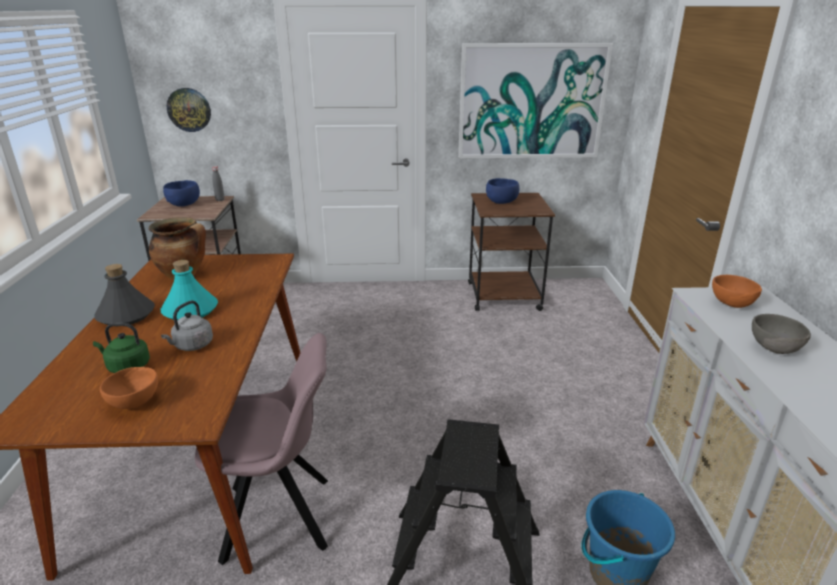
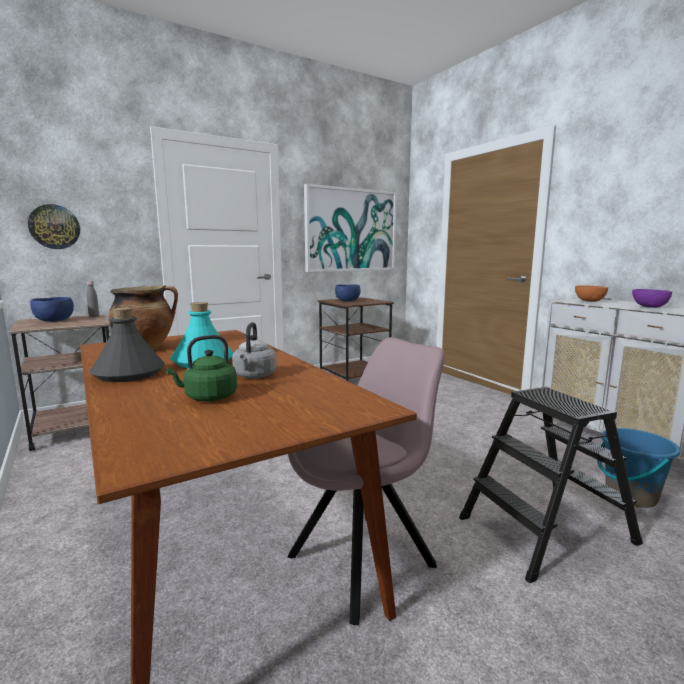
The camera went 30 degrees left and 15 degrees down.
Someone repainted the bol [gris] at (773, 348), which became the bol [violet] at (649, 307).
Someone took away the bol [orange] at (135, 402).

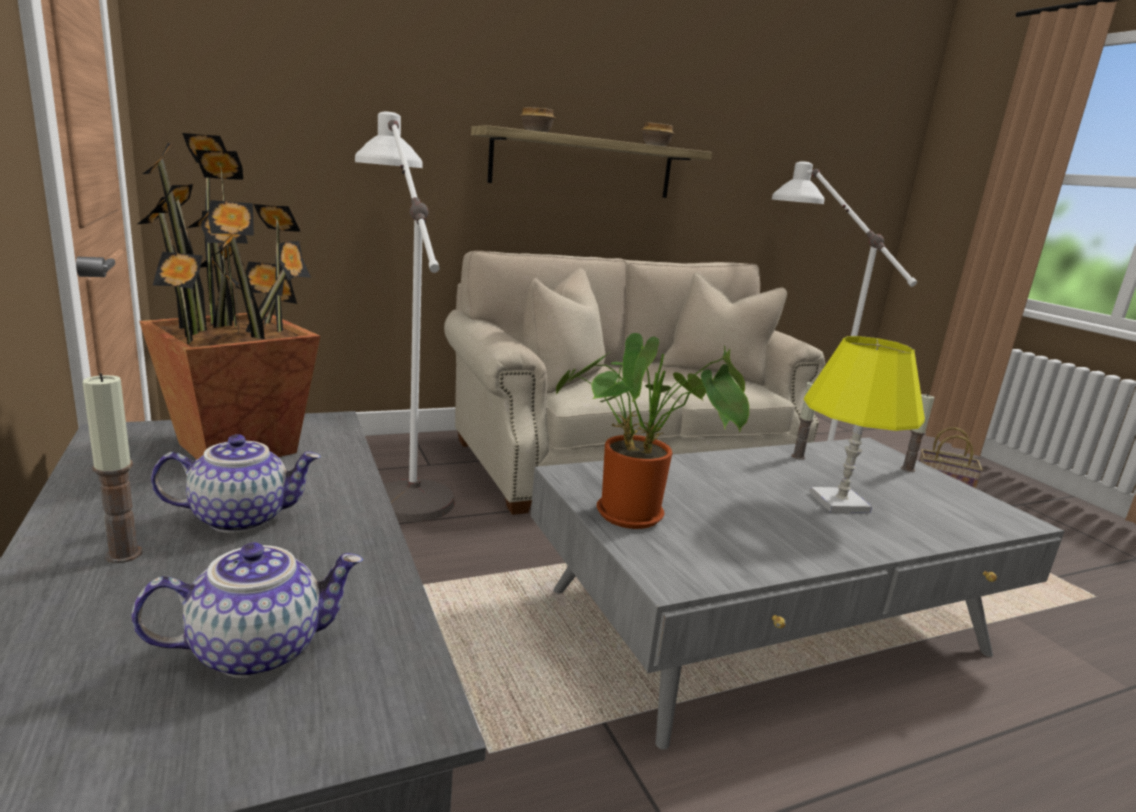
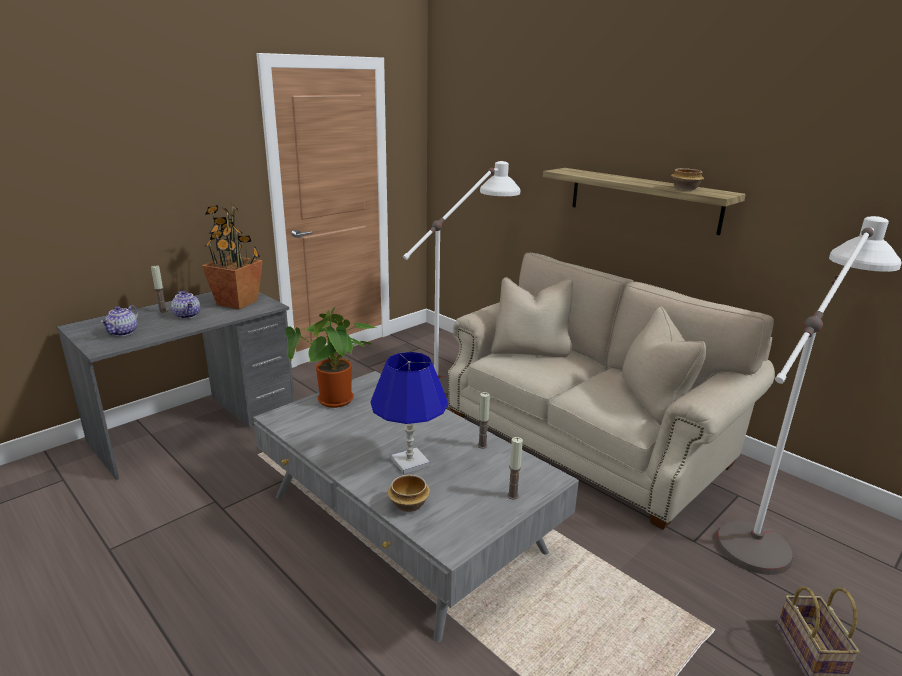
The camera went 70 degrees right and 5 degrees up.
Someone rotated the théière at (258, 649) by 60 degrees clockwise.
Someone repainted the lampe de table [jaune] at (840, 503), which became the lampe de table [bleu] at (409, 462).
Someone carried the bol from (536, 132) to (408, 505).

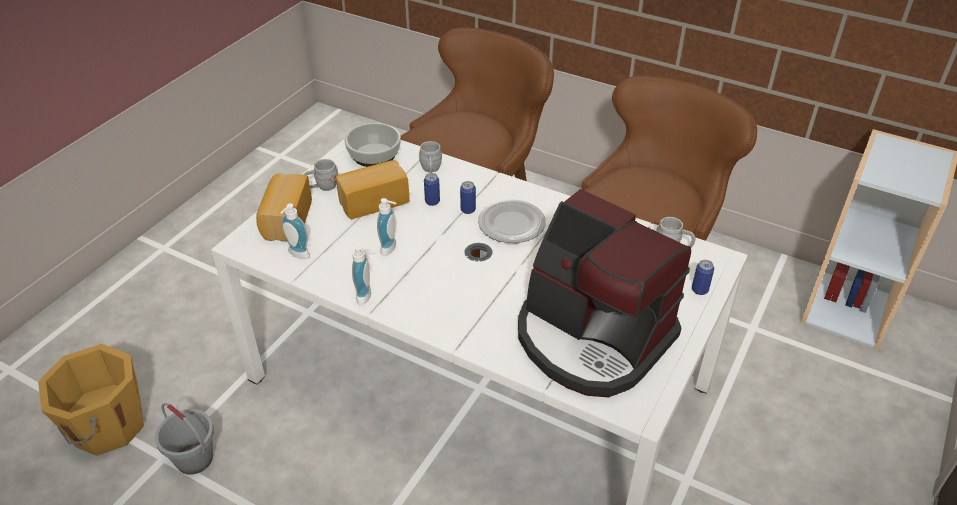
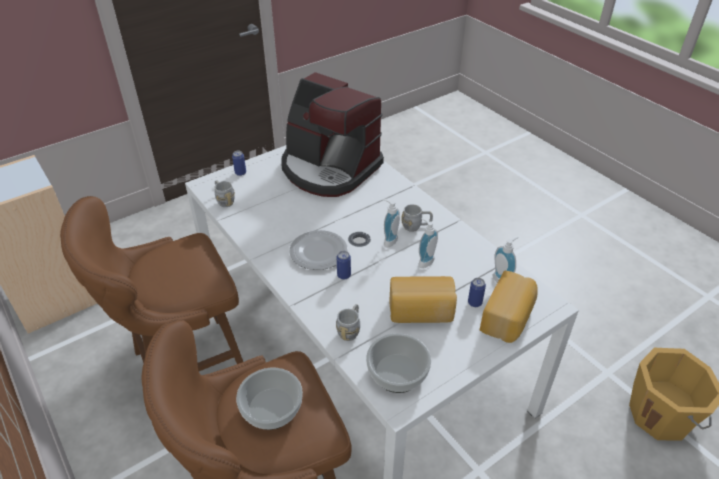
The camera went 155 degrees left and 0 degrees up.
Someone put down the bol at (272, 407).
Someone rotated the machine à café at (592, 338) by 150 degrees clockwise.
Someone carried the distributeur de savon from (367, 296) to (388, 240).
Someone carried the mug [gris] from (322, 187) to (416, 226).
Someone carried the boîte métallique from (432, 201) to (474, 303).
Someone took away the seau [gris] at (194, 459).

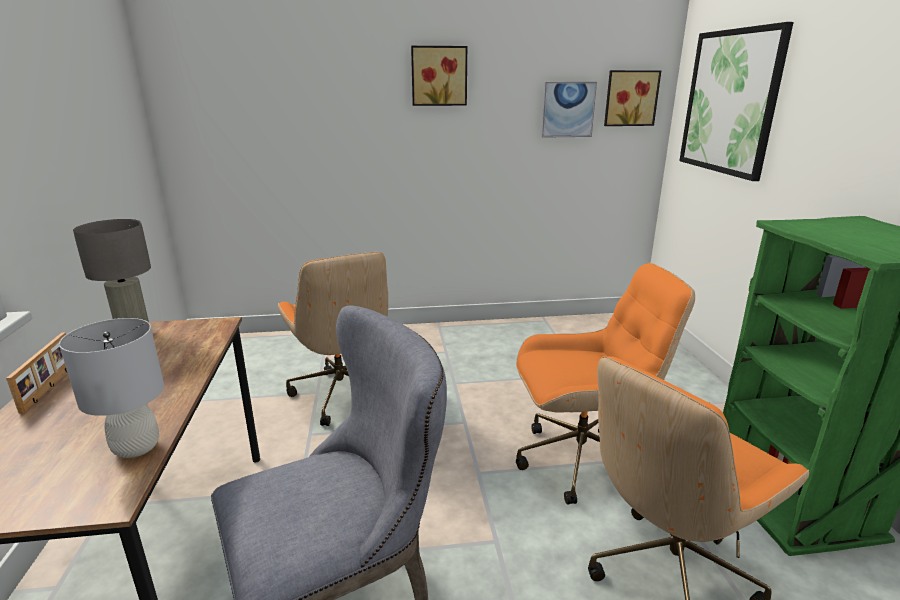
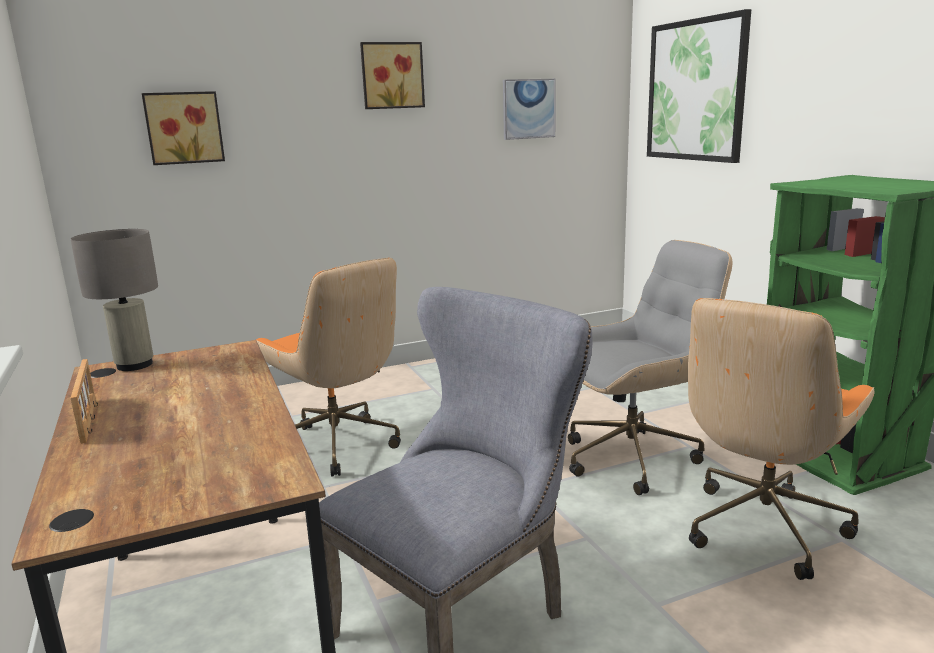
The camera went 15 degrees left and 5 degrees down.
Someone carried the tableau from (630, 98) to (184, 128).
Someone repainted the chaise de bureau [orange] at (583, 461), which became the chaise de bureau [gris] at (634, 458).
Someone took away the lampe de table [gris] at (139, 449).

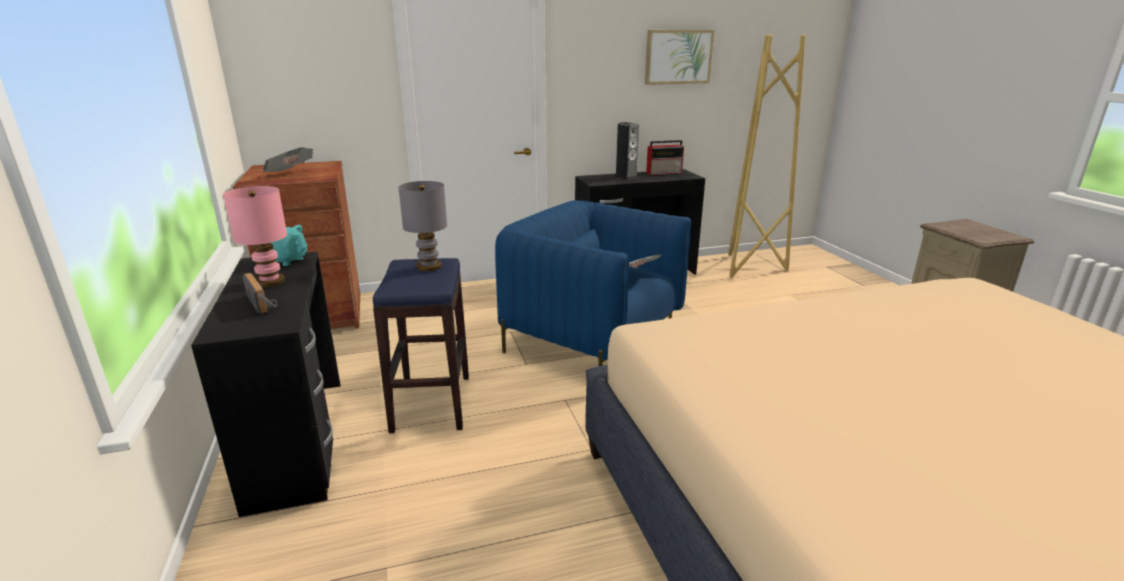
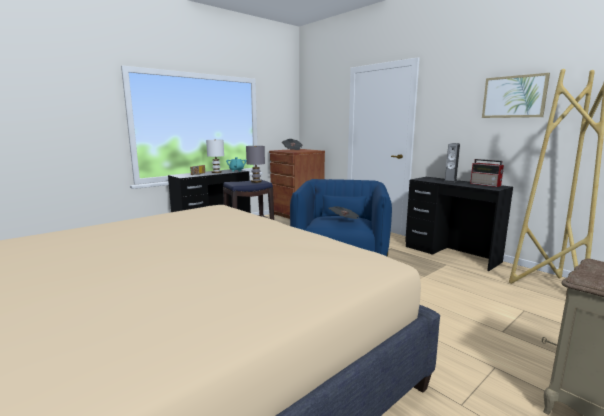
The camera went 65 degrees right and 10 degrees down.
Someone repainted the lampe de table [rose] at (269, 282), which became the lampe de table [blanc] at (216, 172).

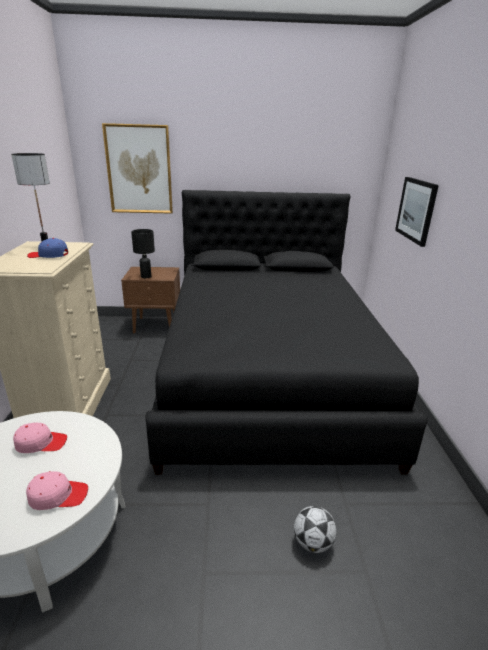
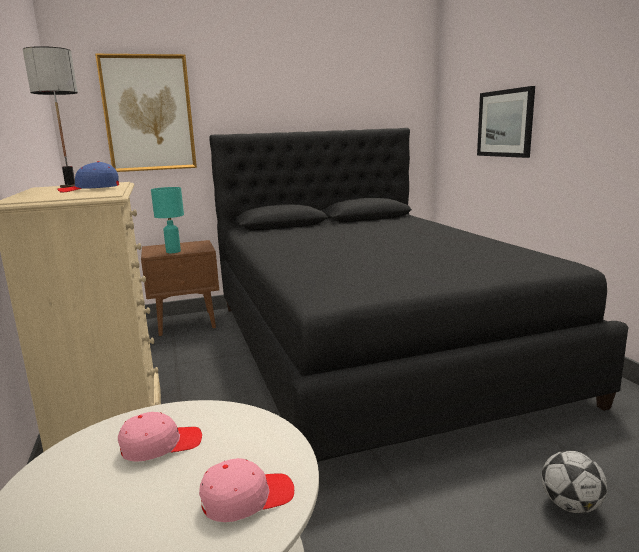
The camera went 15 degrees left and 10 degrees down.
Someone repainted the lampe de table [noir] at (146, 276), which became the lampe de table [turquoise] at (173, 251).

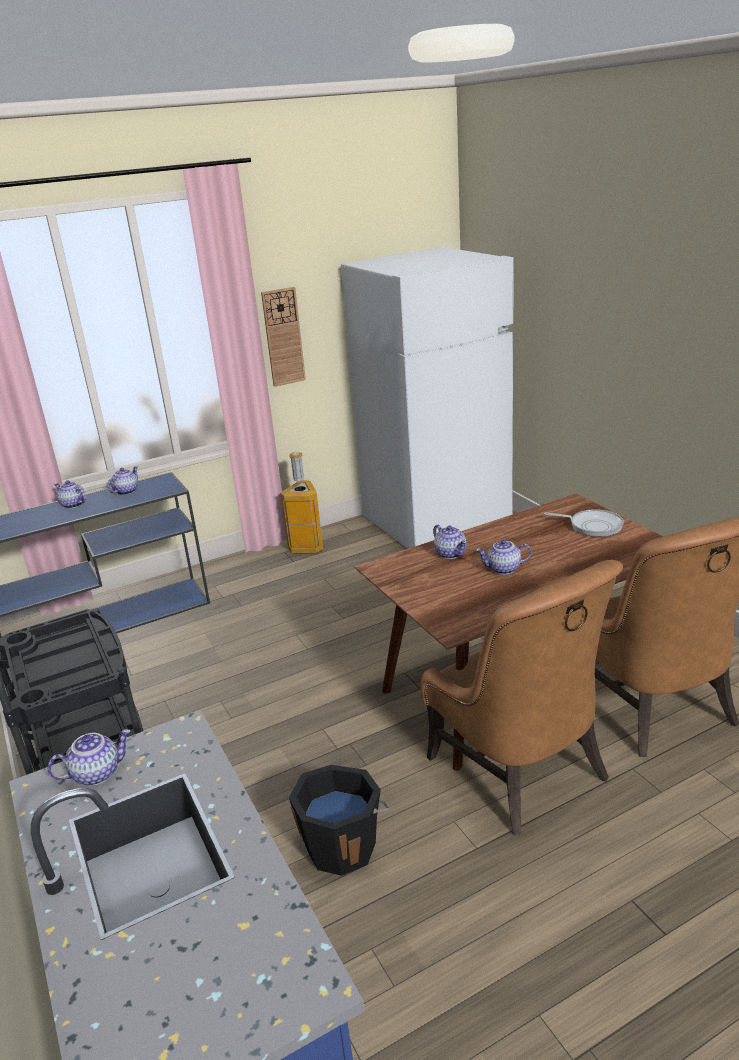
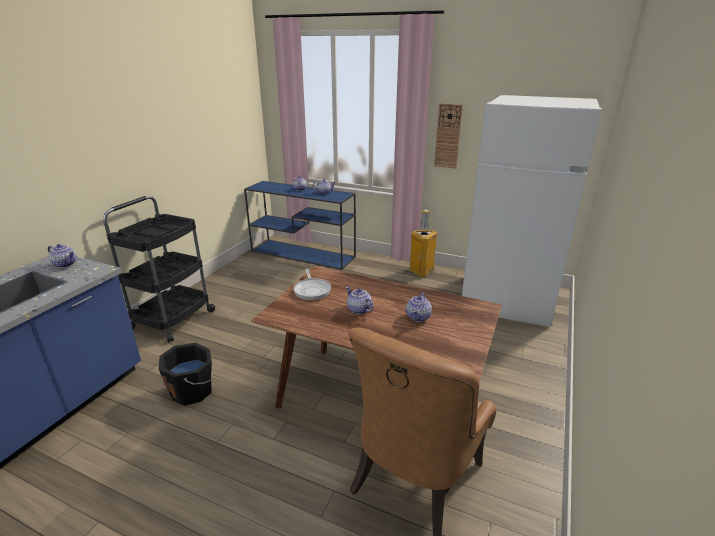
The camera went 50 degrees right and 0 degrees up.
Someone carried the poêle from (592, 526) to (312, 290).
Someone carried the théière from (450, 553) to (418, 317).
Someone took away the chaise [marron] at (519, 768).

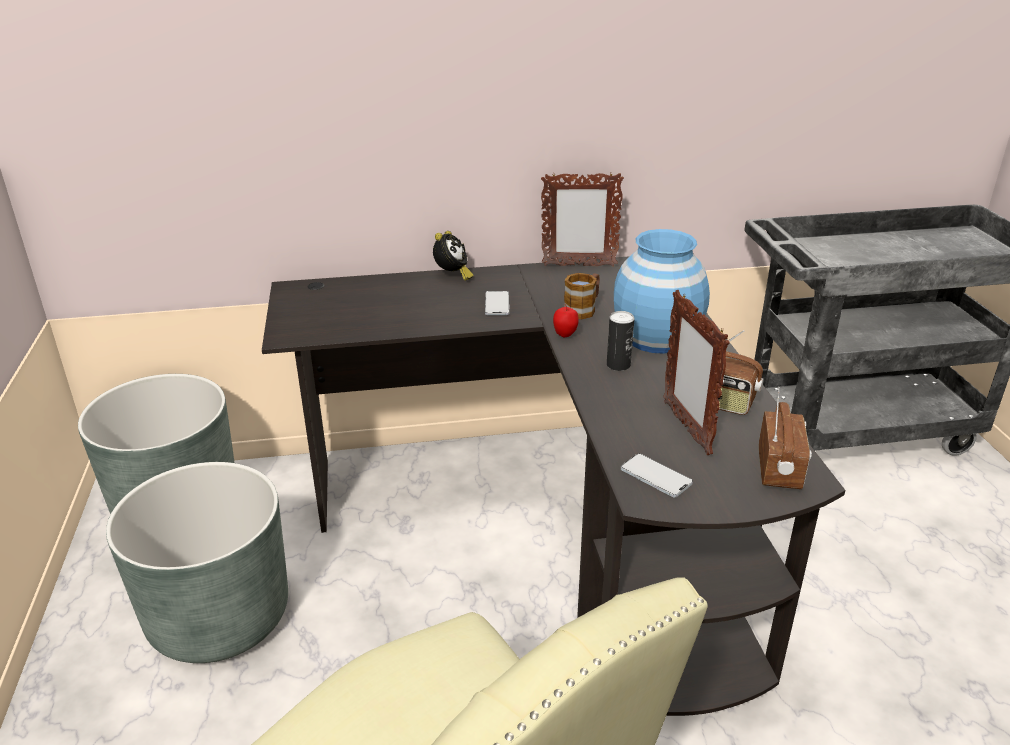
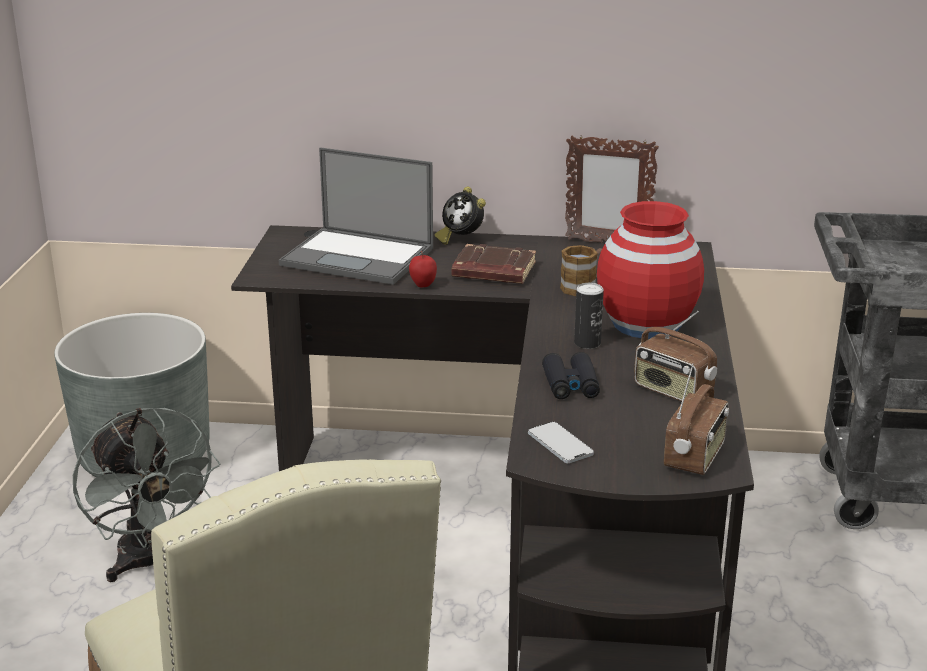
The camera went 15 degrees right and 5 degrees down.
Someone swapped the cache-pot [gris] at (219, 617) for the ventilateur [gris] at (152, 562).
Someone put down the ordinateur portable at (359, 257).
Someone carried the pomme from (565, 335) to (423, 286).
Someone rotated the réveil at (452, 276) by 105 degrees clockwise.
Someone swapped the téléphone at (497, 304) for the livre [marron] at (492, 271).
Someone put down the jumelles [noir] at (570, 385).
Someone repainted the vase [bleu] at (657, 338), which became the vase [rouge] at (647, 324).
Someone took away the cadre photo at (686, 427).

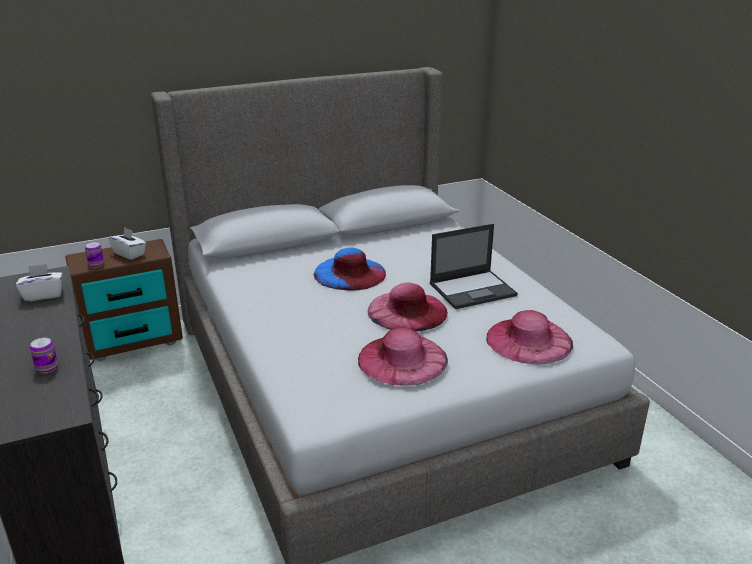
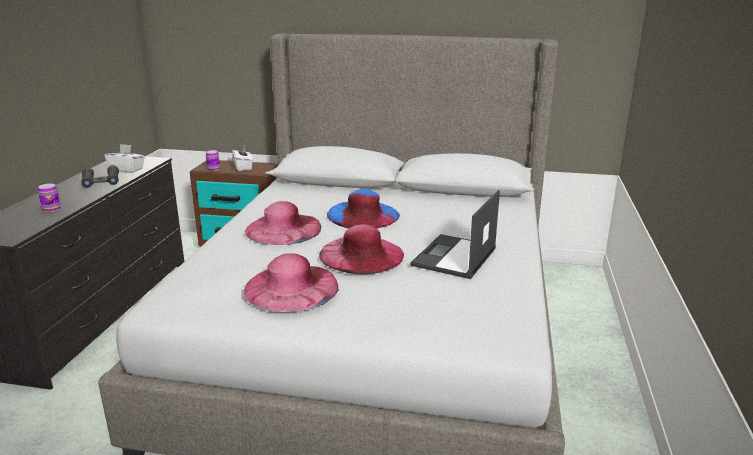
The camera went 35 degrees right and 5 degrees down.
Someone put down the jumelles [noir] at (101, 181).
Someone carried the chapeau [rose] from (529, 340) to (283, 229).
Someone rotated the ordinateur portable at (473, 289) by 105 degrees clockwise.

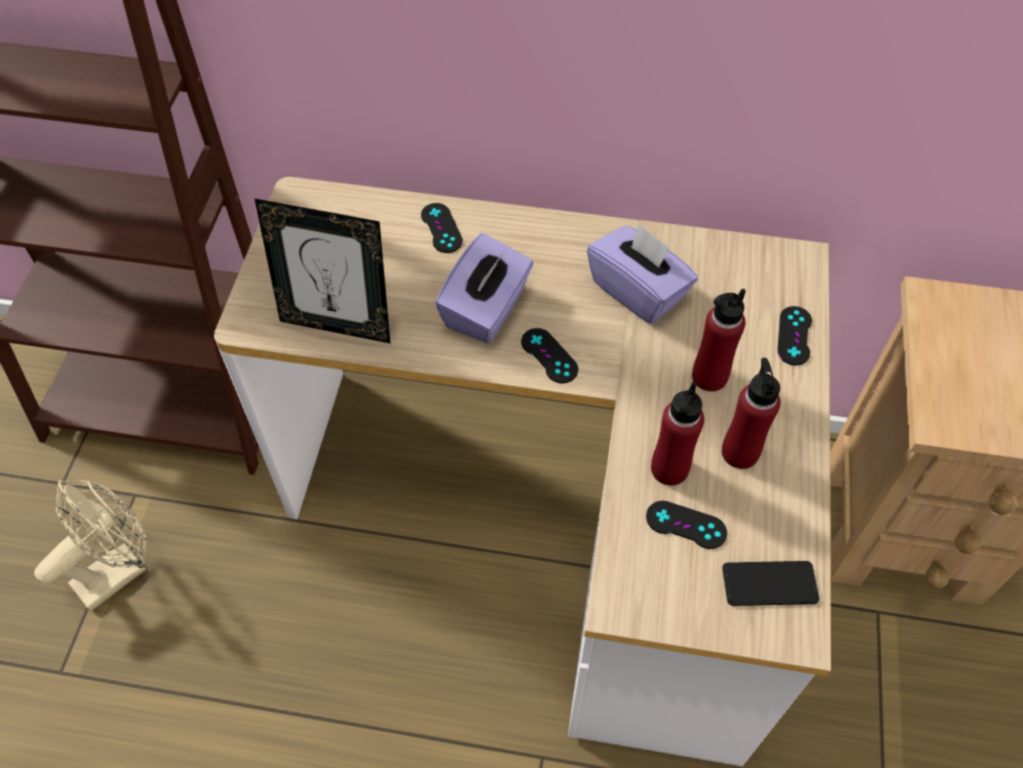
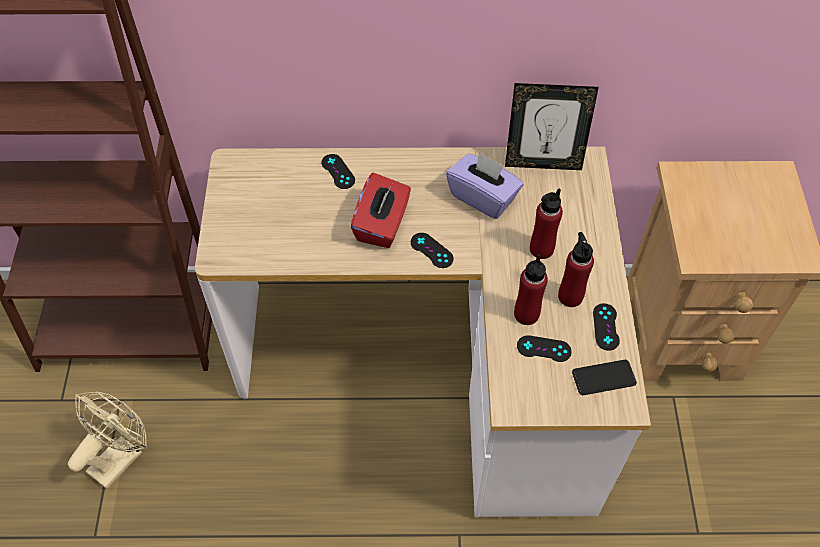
The camera went 10 degrees left and 0 degrees up.
Someone repainted the boîte à mouchoirs [violet] at (486, 309), which became the boîte à mouchoirs [rouge] at (382, 225).
Someone carried the cadre photo from (338, 324) to (543, 163).
Someone carried the manette [noir] from (794, 336) to (606, 327).

